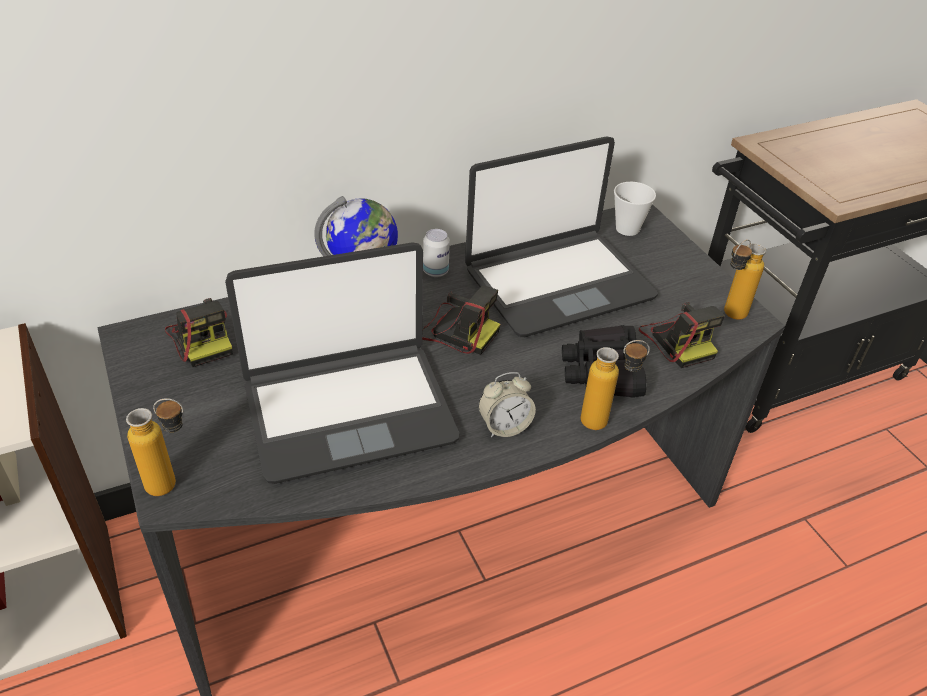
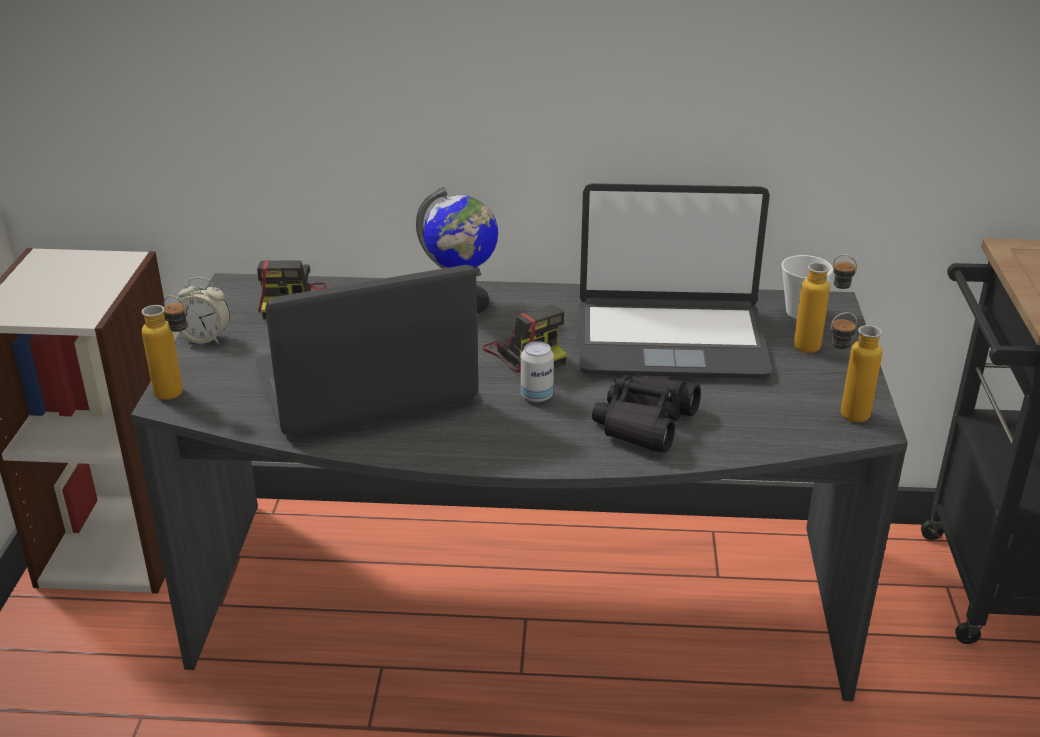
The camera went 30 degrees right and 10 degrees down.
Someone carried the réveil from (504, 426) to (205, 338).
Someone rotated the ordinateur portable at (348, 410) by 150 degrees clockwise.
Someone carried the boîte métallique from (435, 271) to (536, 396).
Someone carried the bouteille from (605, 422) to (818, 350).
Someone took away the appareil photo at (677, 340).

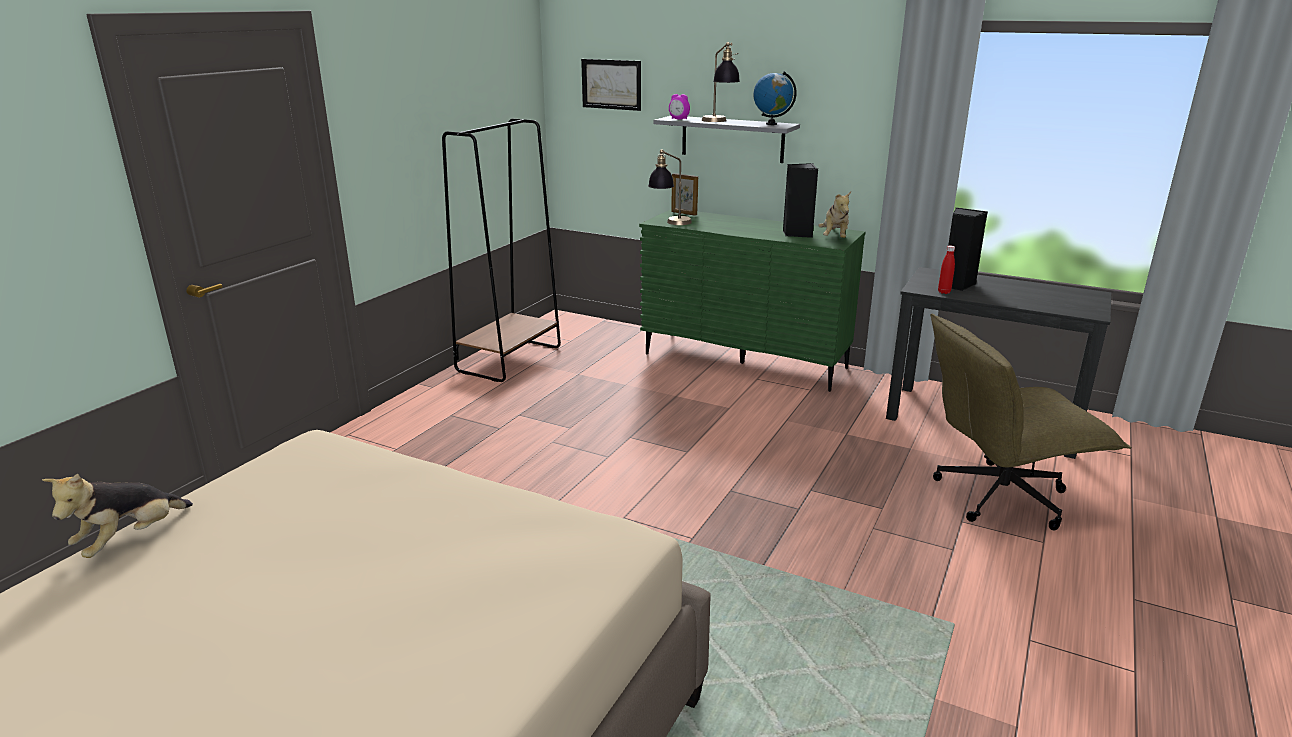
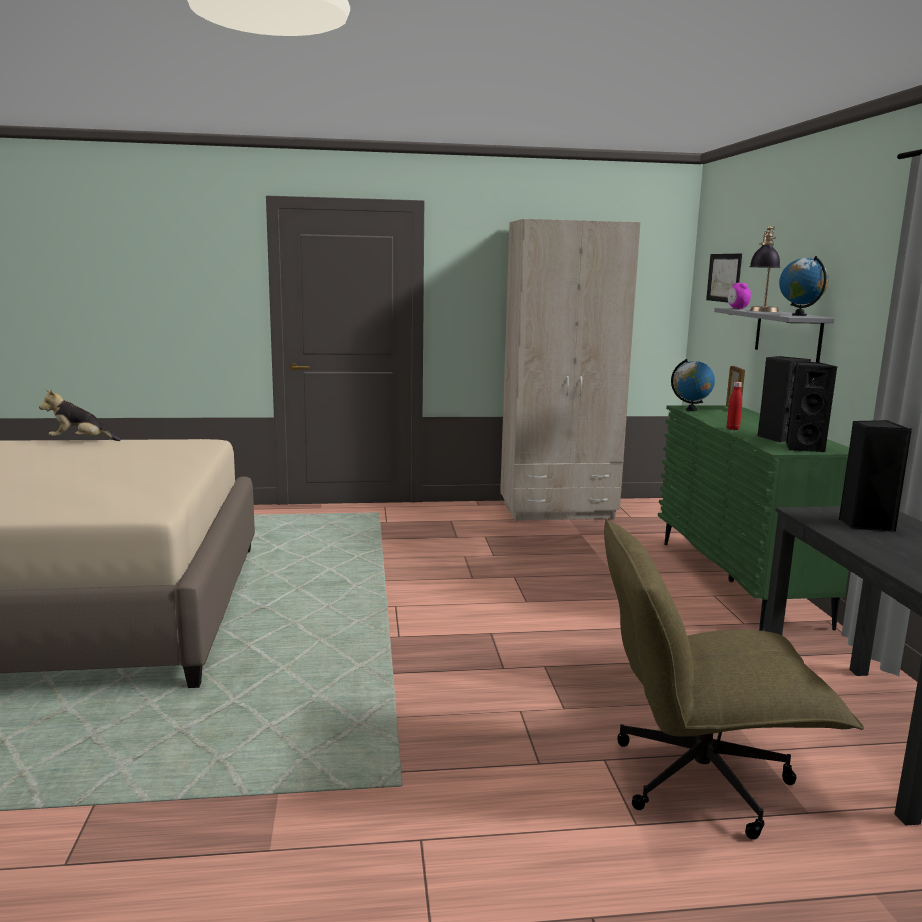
The camera went 55 degrees right and 10 degrees down.
Someone swapped the portant at (509, 360) for the armoire [beige] at (559, 510).
Someone rotated the chaise de bureau [beige] at (1003, 496) by 45 degrees counterclockwise.
Someone swapped the lampe de table at (670, 223) for the globe at (691, 410).
Someone carried the bouteille [rouge] from (944, 292) to (732, 429).
Someone swapped the peluche at (834, 238) for the enceinte [noir] at (803, 448).

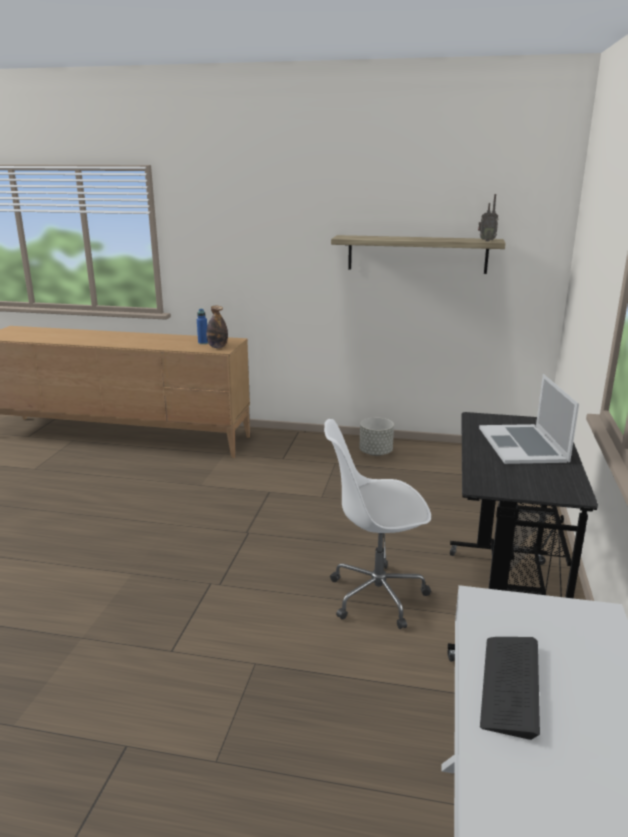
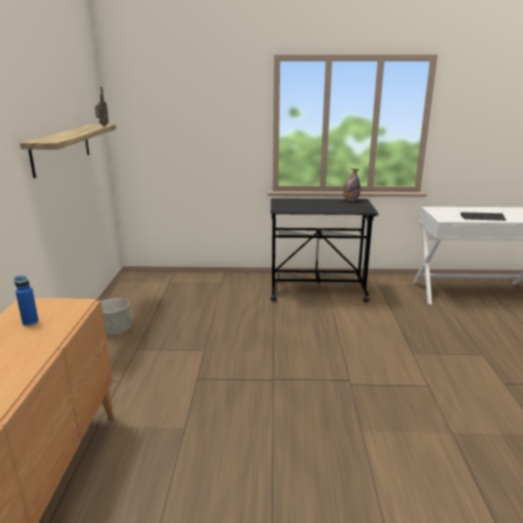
The camera went 100 degrees left and 0 degrees up.
Someone carried the bouteille from (217, 347) to (351, 200).
Someone took away the chaise de bureau [blanc] at (374, 596).
Someone took away the ordinateur portable at (523, 444).

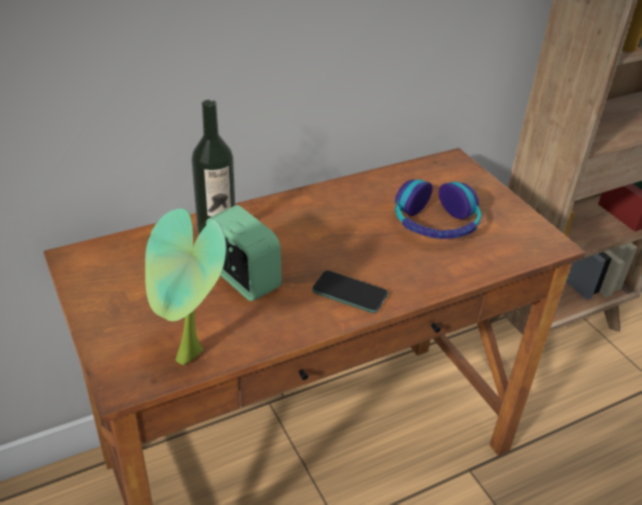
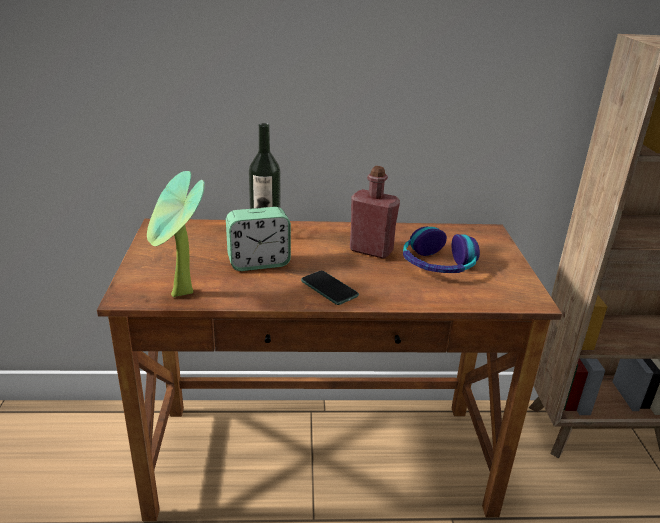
The camera went 25 degrees right and 10 degrees down.
Someone rotated the réveil at (244, 280) by 90 degrees clockwise.
Someone put down the bouteille [rouge] at (371, 250).

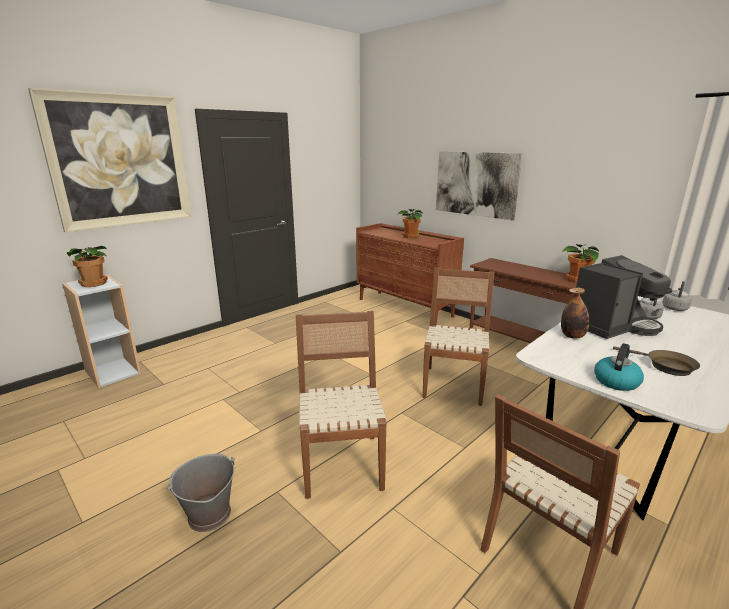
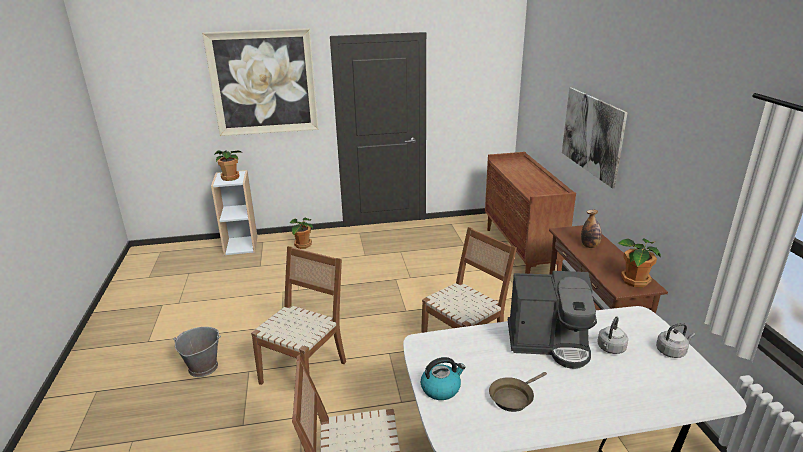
The camera went 35 degrees right and 5 degrees up.
Someone carried the plante en pot from (410, 237) to (302, 245).
Someone rotated the poêle [marron] at (665, 366) by 60 degrees clockwise.
Someone carried the bouteille from (572, 336) to (590, 246).

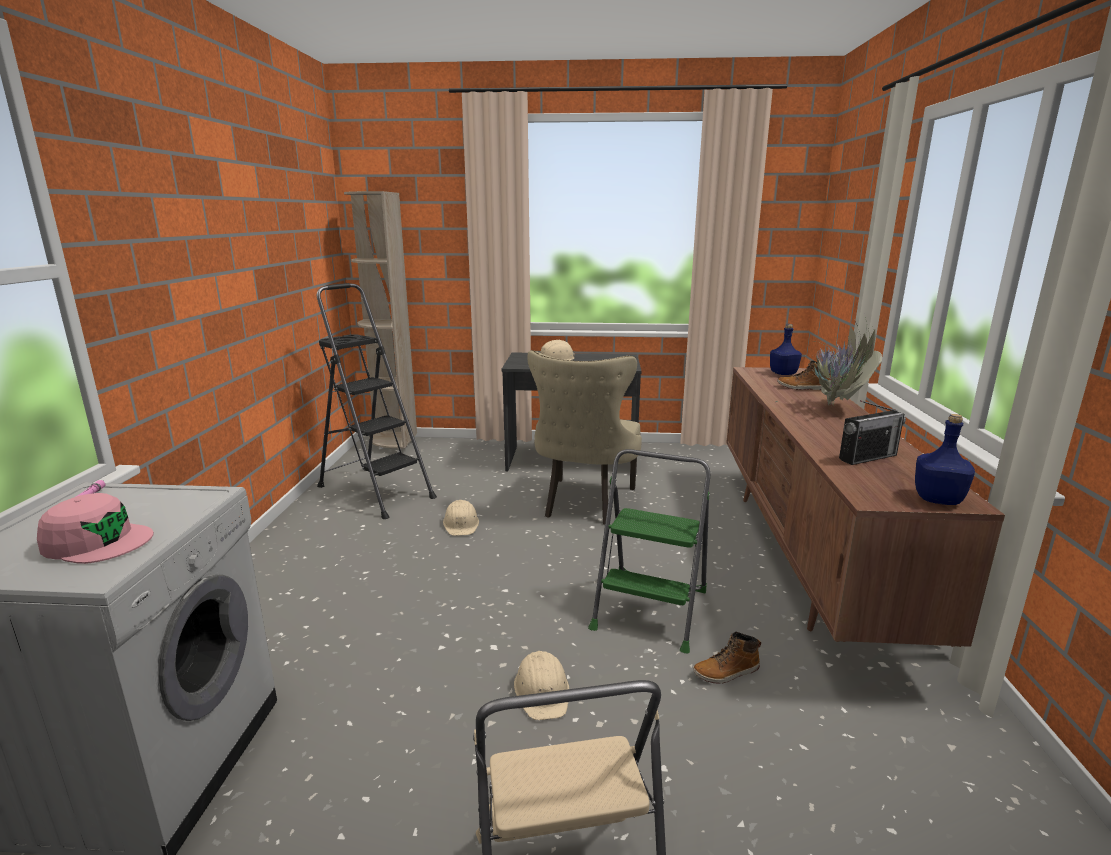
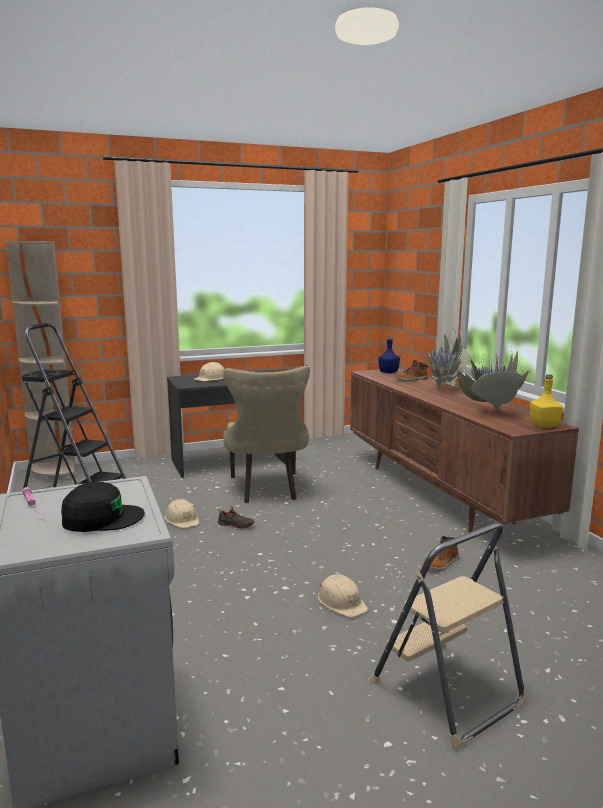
The camera went 25 degrees left and 5 degrees down.
Someone repainted the casquette [rose] at (97, 541), which became the casquette [noir] at (102, 518).
Someone put down the chaussure [noir] at (235, 525).
Someone swapped the radio at (867, 457) for the plante en pot at (490, 411).
Someone repainted the bouteille [bleu] at (938, 500), which became the bouteille [jaune] at (544, 426).
Someone took away the escabeau [vert] at (652, 606).

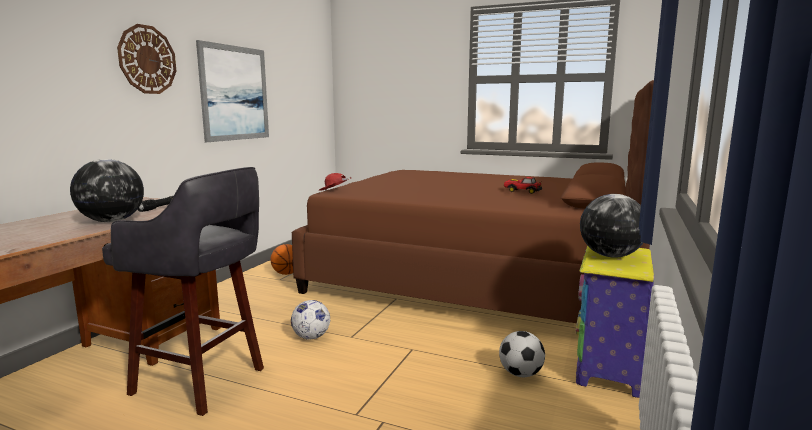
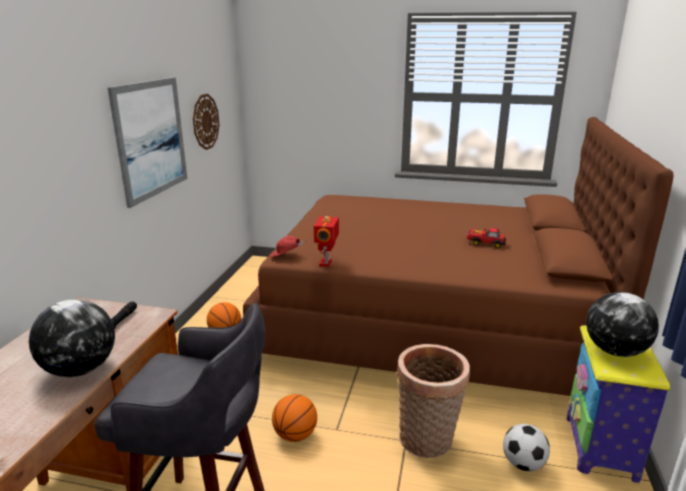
The camera went 10 degrees left and 10 degrees up.
Someone carried the horloge murale from (147, 59) to (205, 121).
Someone swapped the ballon de foot at (311, 337) for the ballon de basket at (295, 435).
Someone put down the robot jouet at (326, 263).
Someone put down the panier at (427, 442).

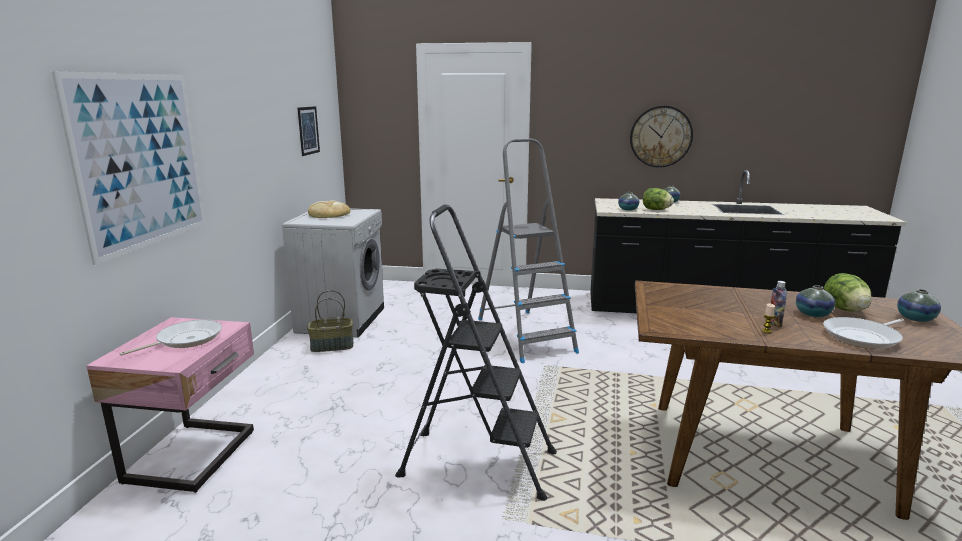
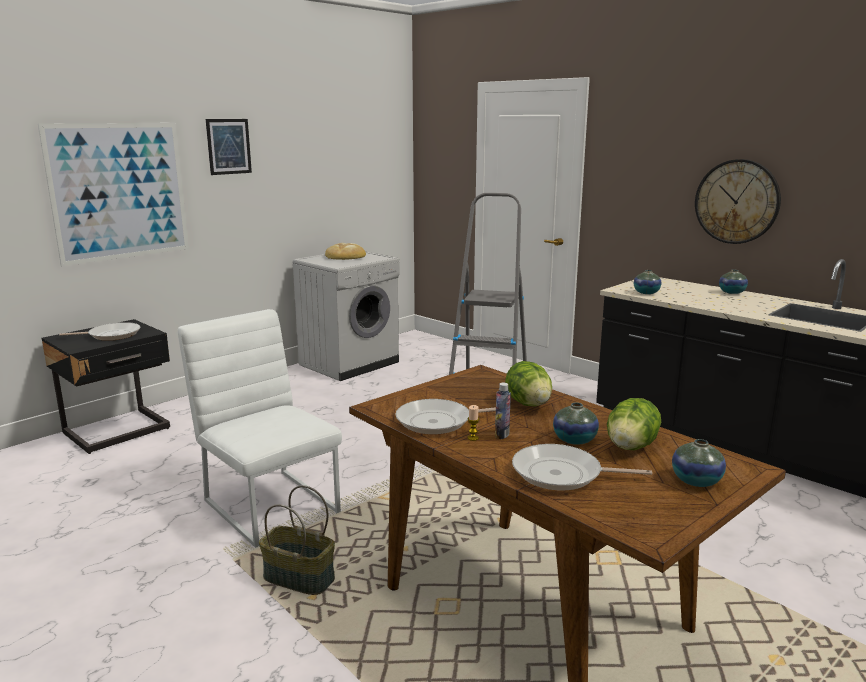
The camera went 35 degrees right and 0 degrees up.
Someone repainted the table de chevet [rose] at (195, 456), which became the table de chevet [noir] at (119, 432).
Someone swapped the escabeau at (476, 463) for the chaise [blanc] at (270, 504).
Someone carried the tableau from (308, 130) to (229, 146).
Someone carried the panier from (331, 346) to (297, 578).
Someone put down the poêle at (438, 422).
Someone carried the laitue from (656, 210) to (529, 404).

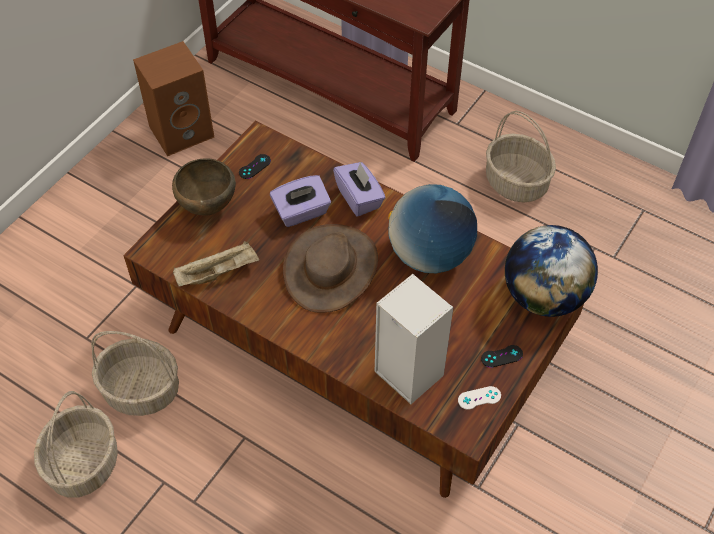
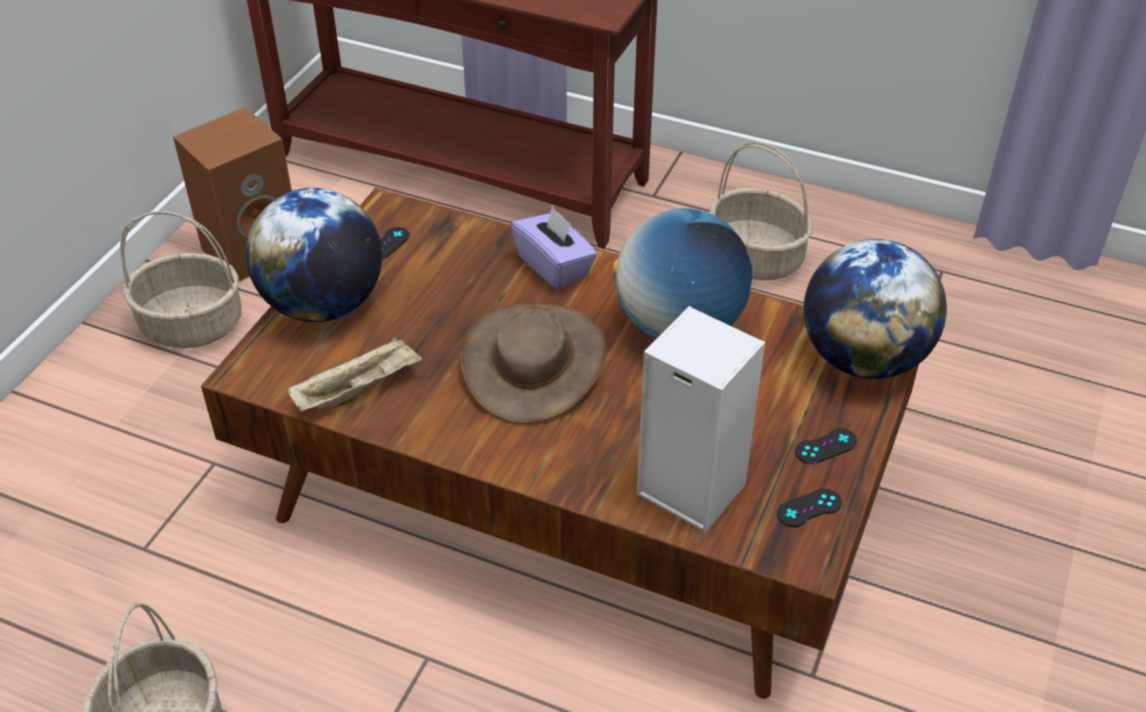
The camera went 10 degrees left and 10 degrees down.
Someone carried the panier from (140, 390) to (191, 325).
Someone swapped the bol [marron] at (207, 207) for the globe at (324, 305).
Someone repainted the manette [blanc] at (479, 398), which became the manette [noir] at (809, 508).
Someone took away the boîte à mouchoirs [violet] at (301, 212).

